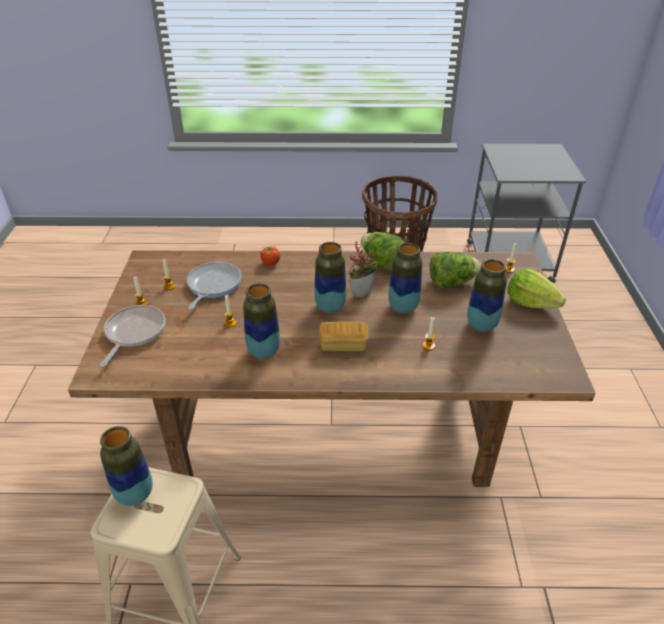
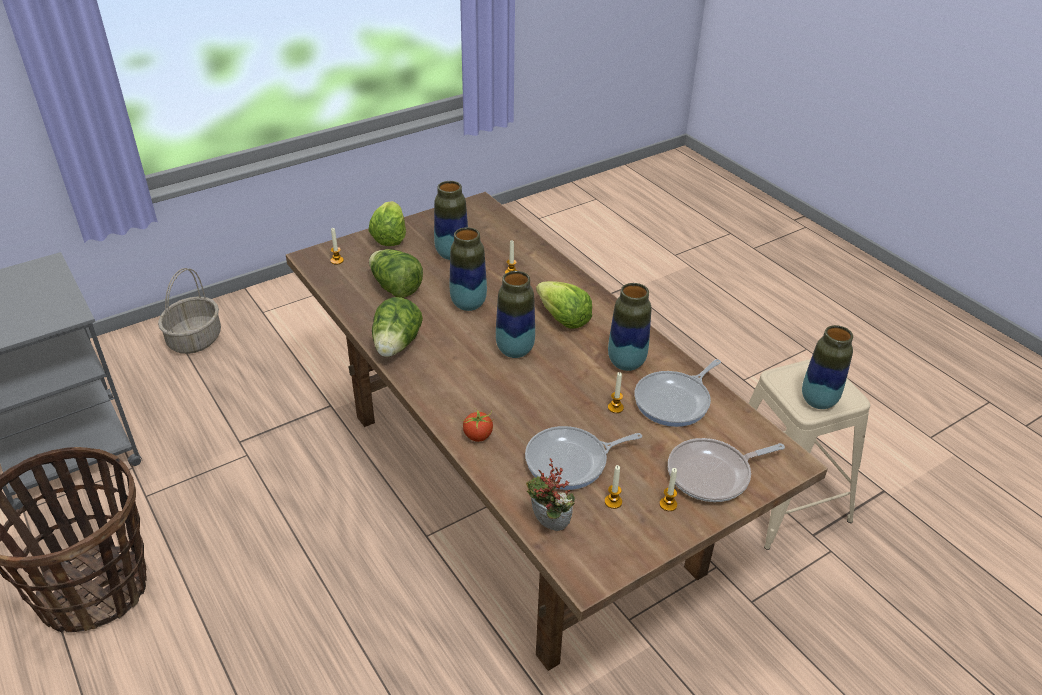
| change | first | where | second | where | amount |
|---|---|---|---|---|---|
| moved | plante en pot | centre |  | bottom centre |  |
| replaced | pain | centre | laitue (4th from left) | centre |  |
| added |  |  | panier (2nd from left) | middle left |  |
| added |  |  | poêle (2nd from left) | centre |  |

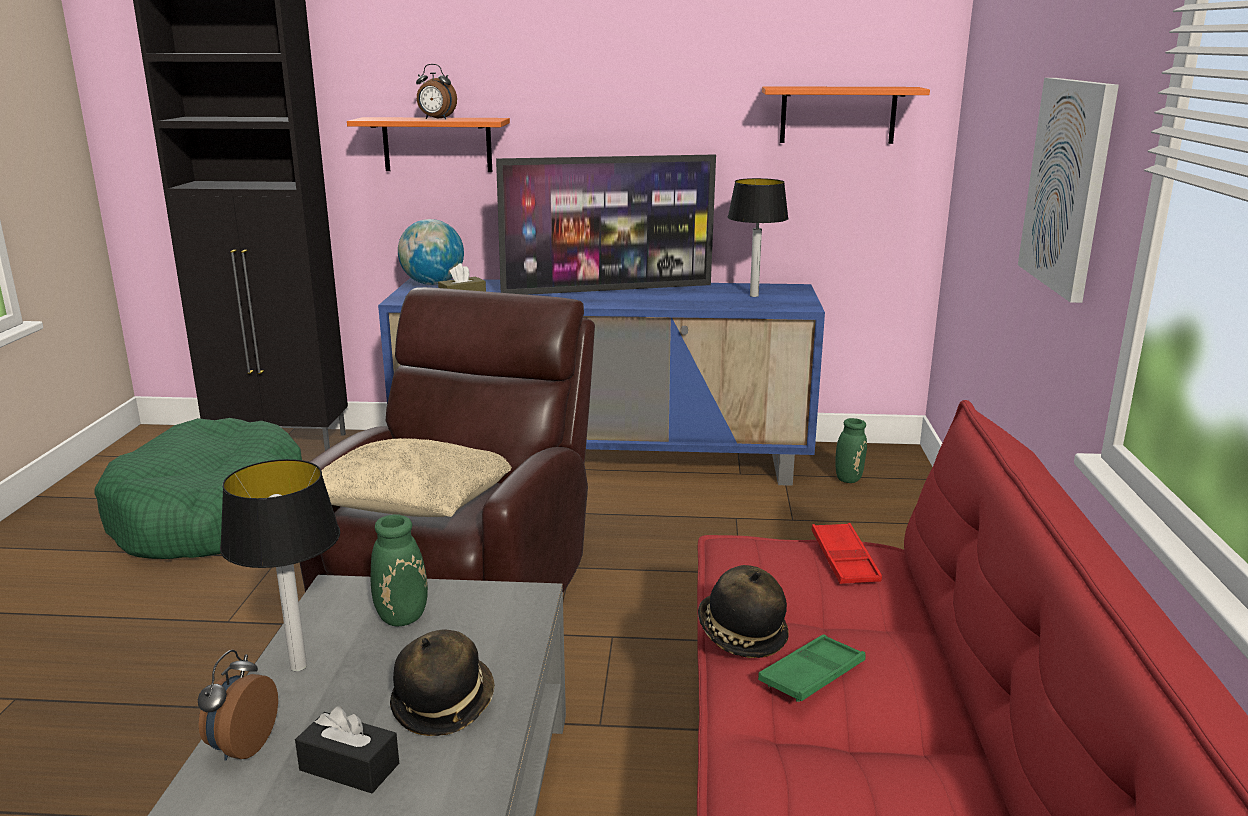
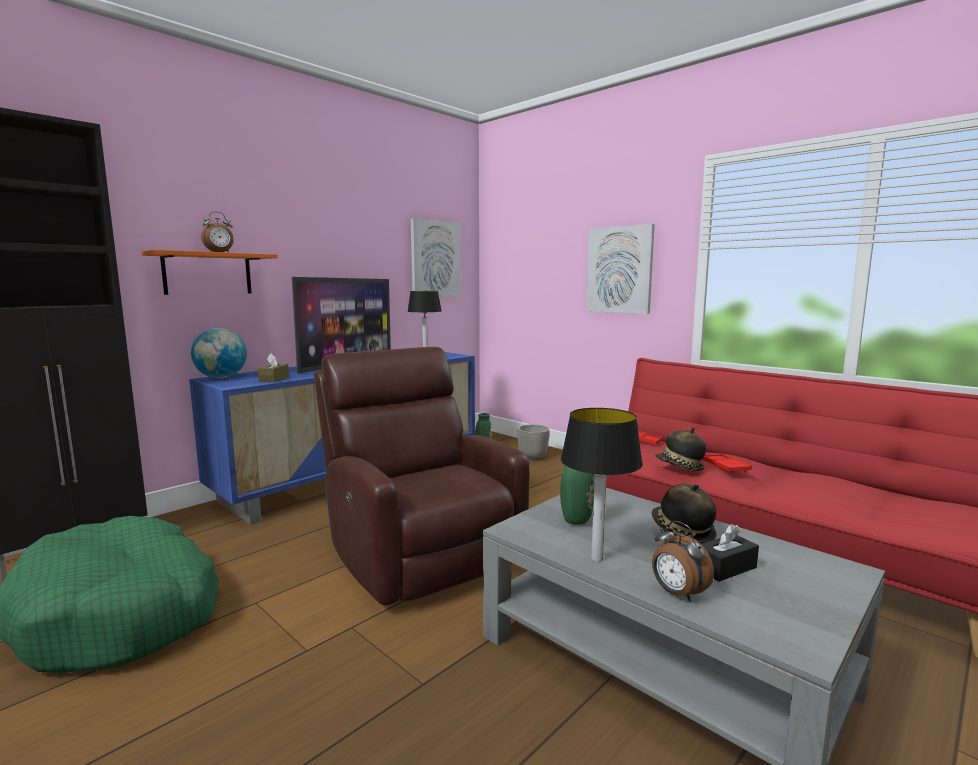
| change | first | where | second | where | amount |
|---|---|---|---|---|---|
| replaced | étagère/orange (2nd from left) | top right | tableau (1st from left) | centre |  |
| removed | coussin/beige | centre |  |  |  |
| recoloured | plateau/vert | bottom centre | plateau/rouge (2nd from left) | middle right |  |
| added |  |  | cache-pot | centre |  |

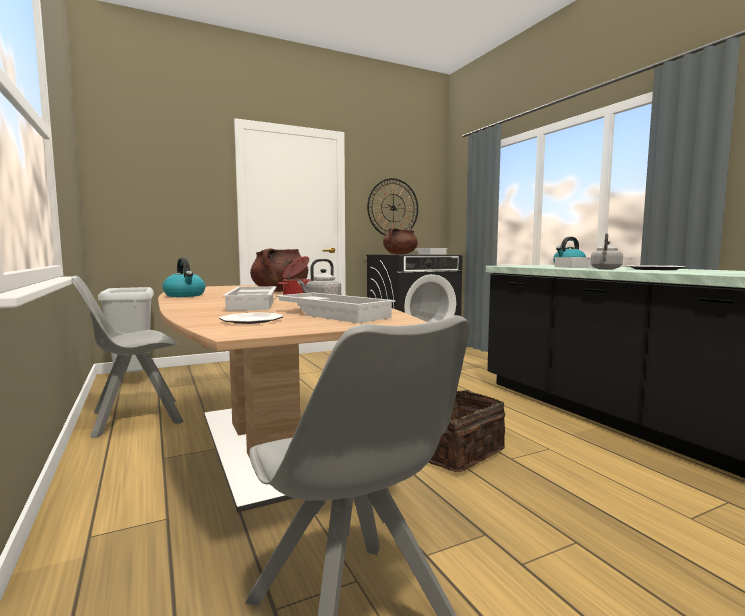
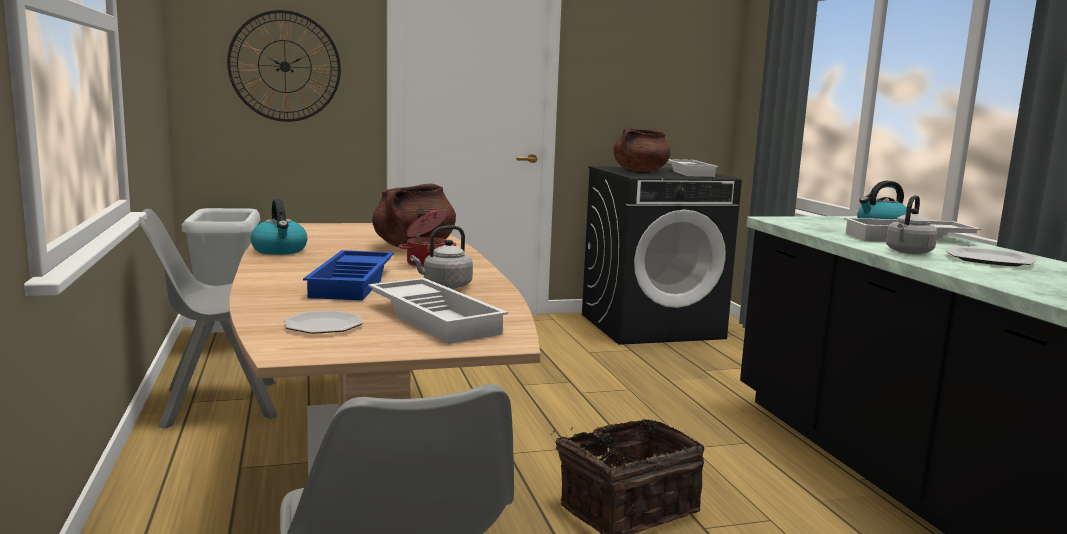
| change | first | where | second | where | amount |
|---|---|---|---|---|---|
| moved | horloge murale | centre |  | top left |  |
| recoloured | plateau/blanc (1st from left) | centre | plateau/bleu | middle left |  |

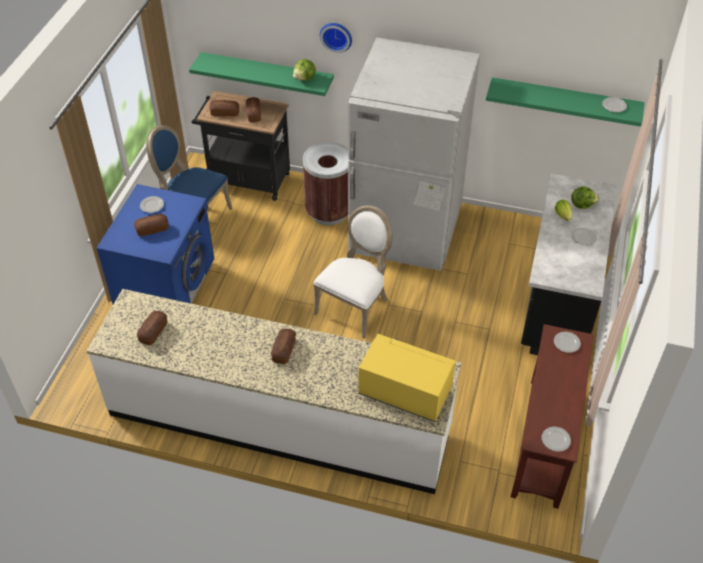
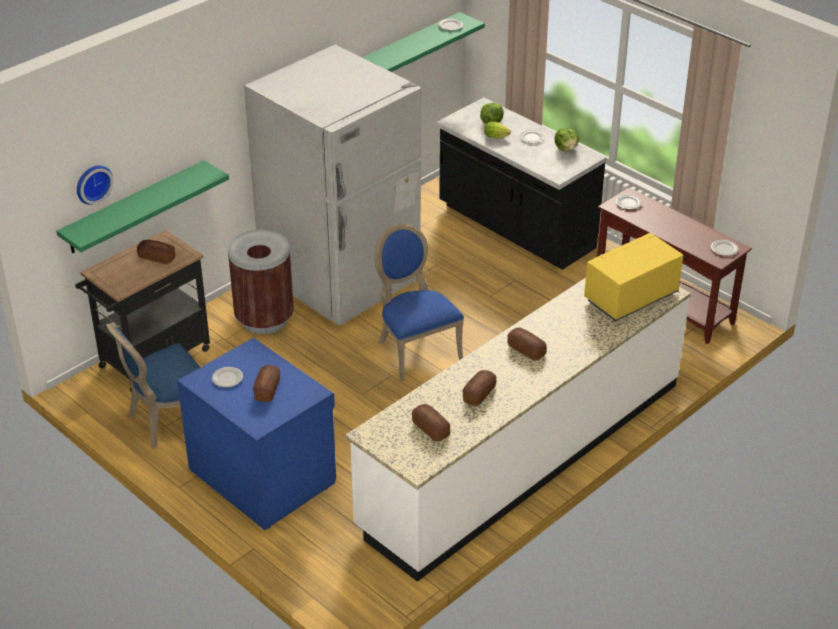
| change | first | where | second | where | amount |
|---|---|---|---|---|---|
| moved | horloge murale | top centre |  | top left |  |
| moved | laitue (1st from left in the first image) | top centre | laitue (3rd from left) | top right |  |
| moved | pain (3rd from left in the first image) | top left | pain (4th from left) | centre |  |
| recoloured | chaise/blanc | centre | chaise/bleu (2nd from left) | centre |  |

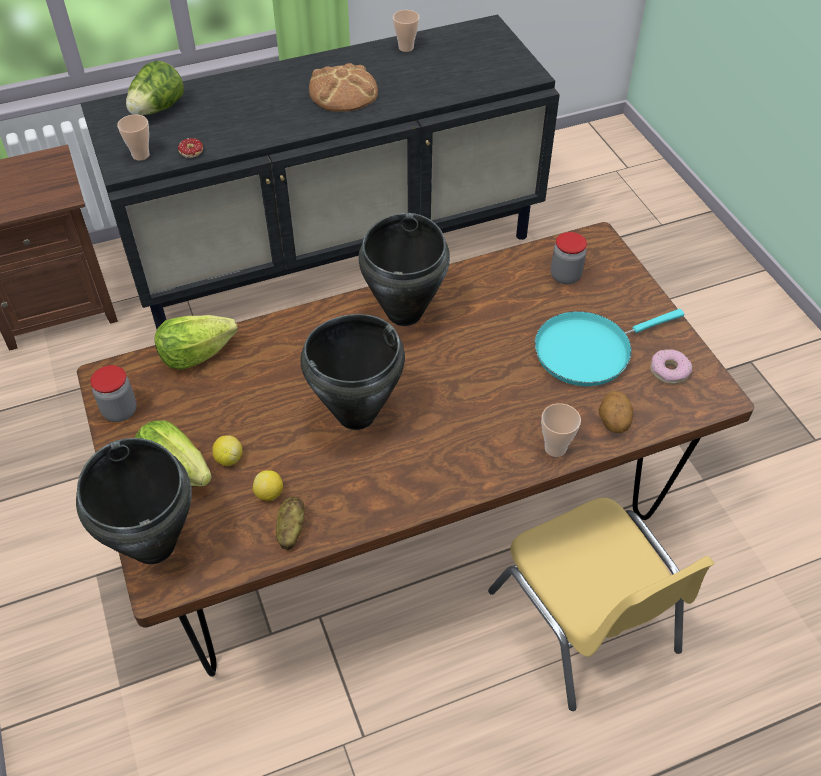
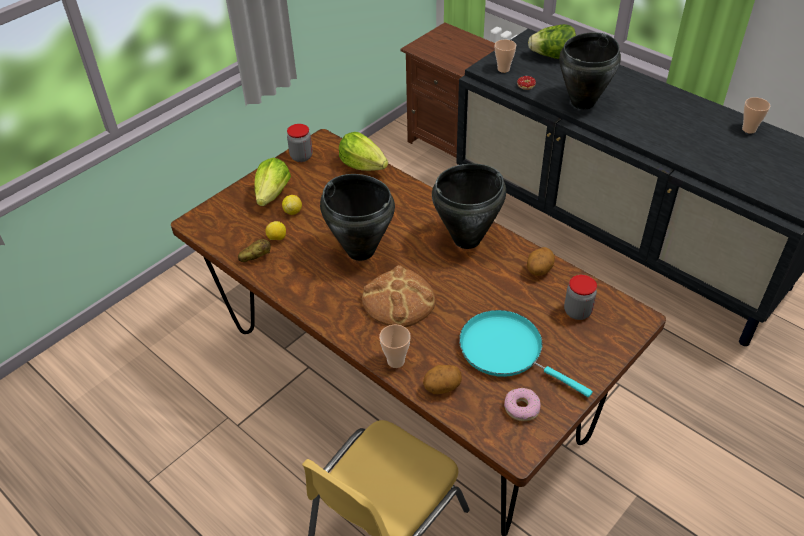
| change | first | where | second | where | amount |
|---|---|---|---|---|---|
| moved | pain | top centre |  | centre |  |
| moved | marmite/noir (1st from left in the first image) | middle left | marmite/noir (3rd from left) | top right |  |
| added |  |  | pomme de terre (3rd from left) | middle right |  |

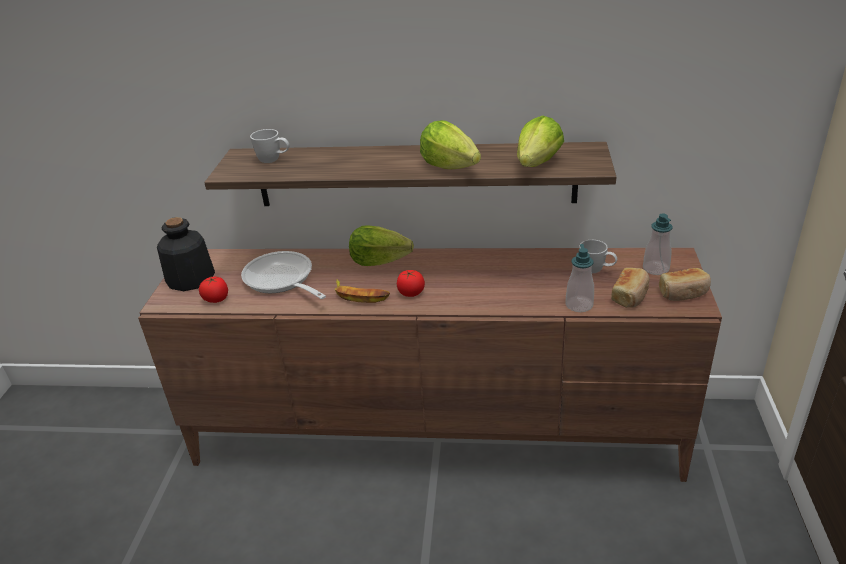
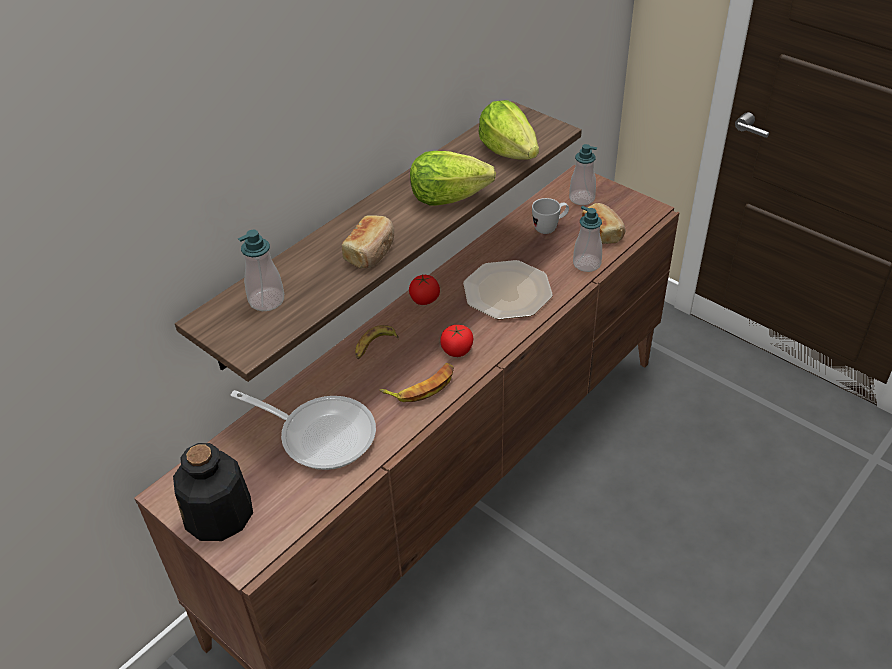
| change | first | where | second | where | amount |
|---|---|---|---|---|---|
| replaced | mug/blanc (1st from left) | top left | distributeur de savon (1st from left) | middle left |  |
| replaced | laitue (1st from left) | centre | banane (1st from left) | centre |  |
| turned | poêle | centre |  | centre | 150 degrees counterclockwise |
| moved | pain (2nd from left in the first image) | middle right | pain (1st from left) | centre |  |
| moved | tomate (1st from left) | middle left |  | centre |  |
| added |  |  | assiette | centre |  |

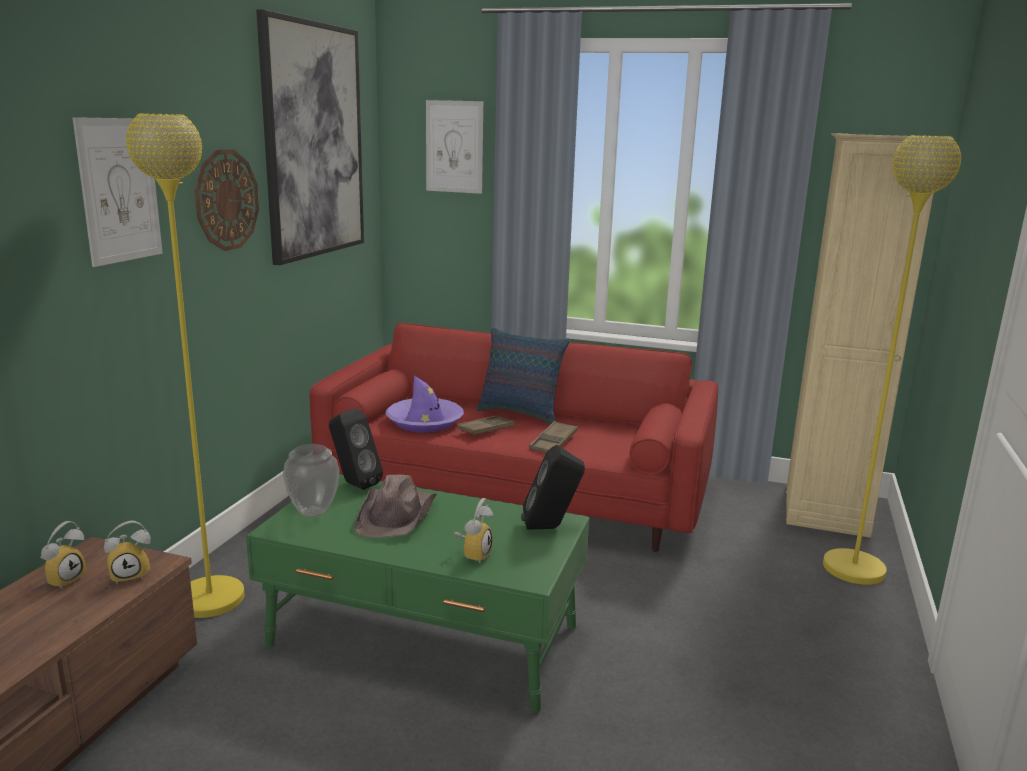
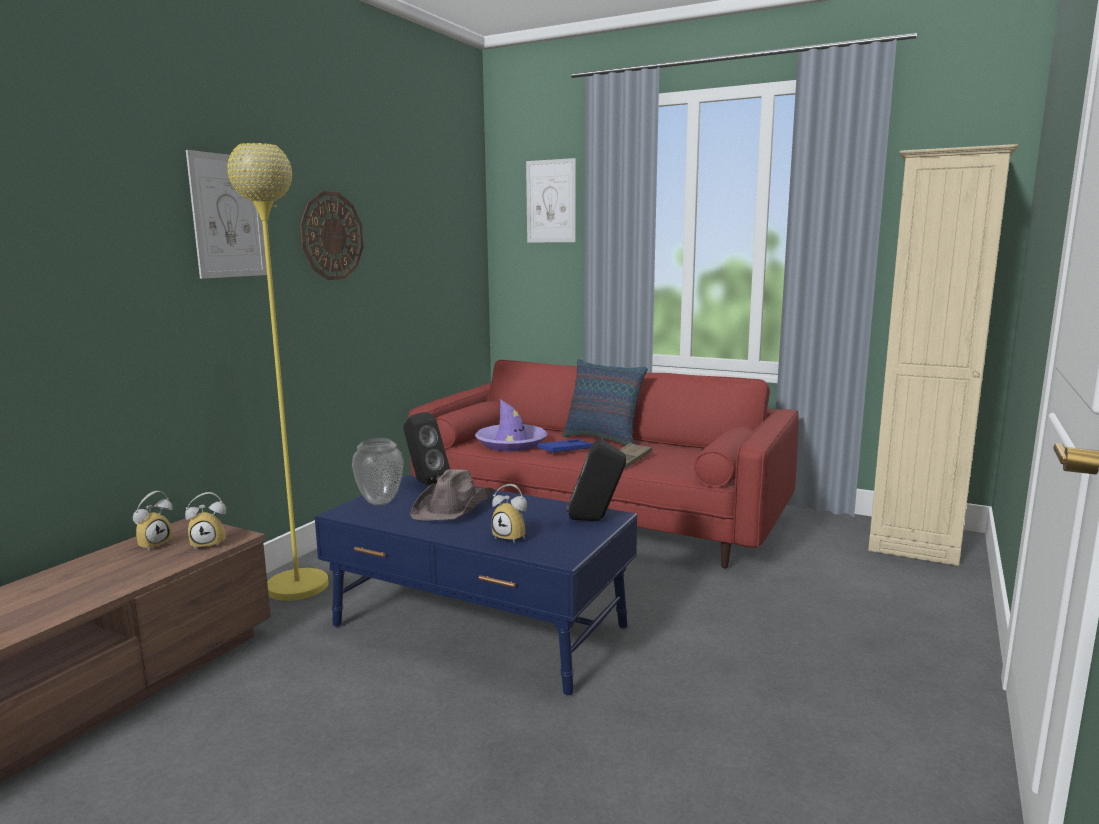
| change | first | where | second | where | amount |
|---|---|---|---|---|---|
| removed | tableau (2nd from left) | top left |  |  |  |
| removed | lampadaire/jaune (2nd from left) | middle right |  |  |  |
| recoloured | plateau/marron (1st from left) | centre | plateau/bleu | centre |  |
| recoloured | table basse/vert | bottom centre | table basse/bleu | bottom centre |  |
| turned | réveil (3rd from left) | bottom centre |  | centre | 90 degrees clockwise |

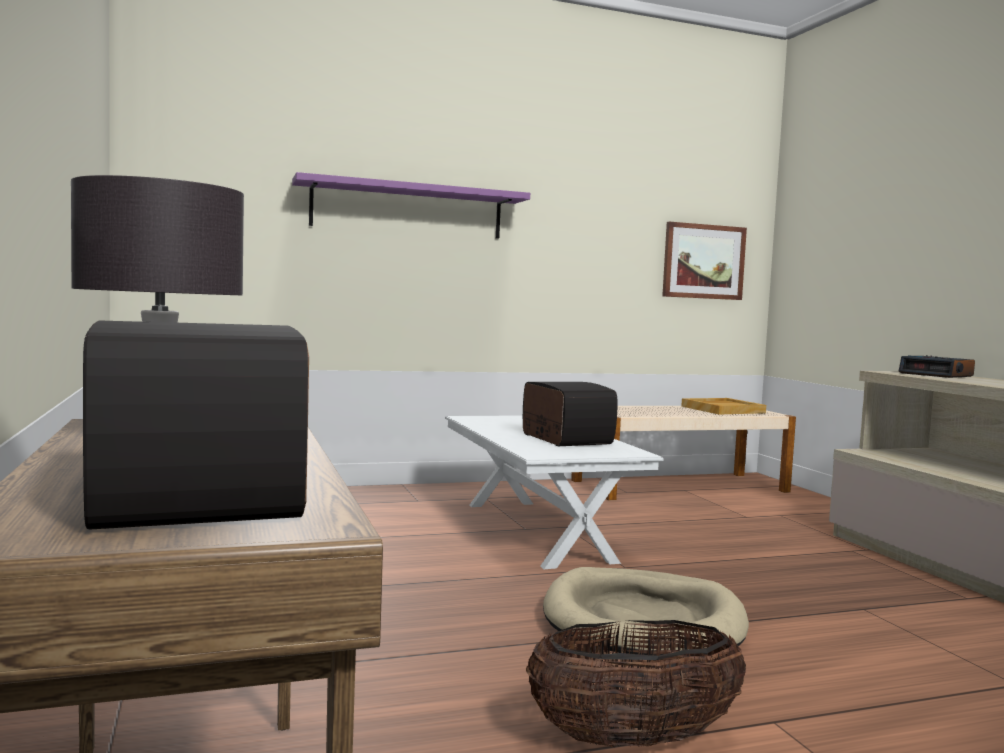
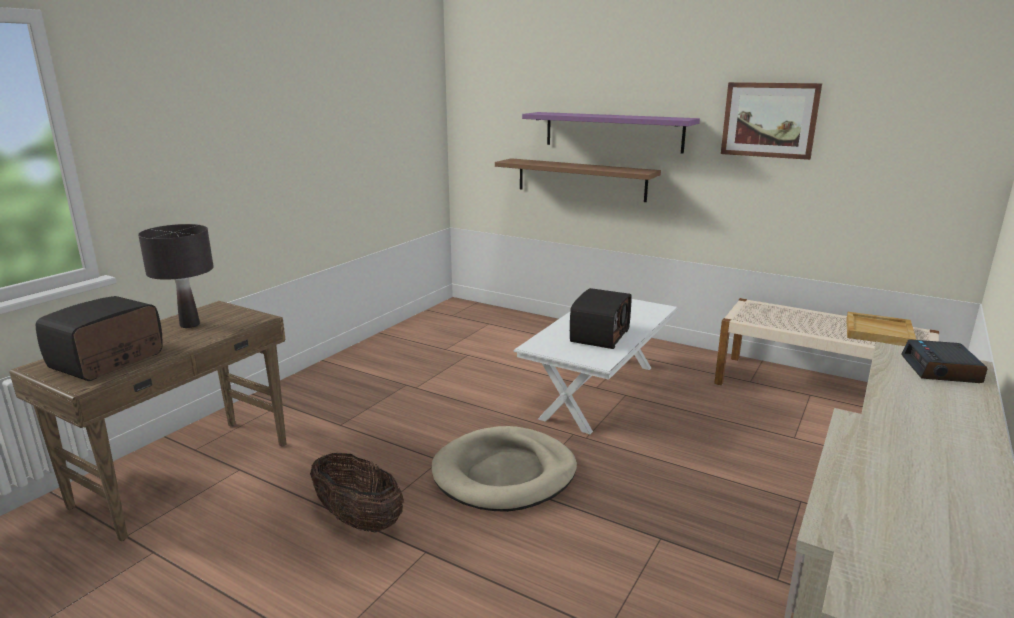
| change | first | where | second | where | amount |
|---|---|---|---|---|---|
| moved | tableau | middle right |  | top right |  |
| added |  |  | étagère/marron | top centre |  |

